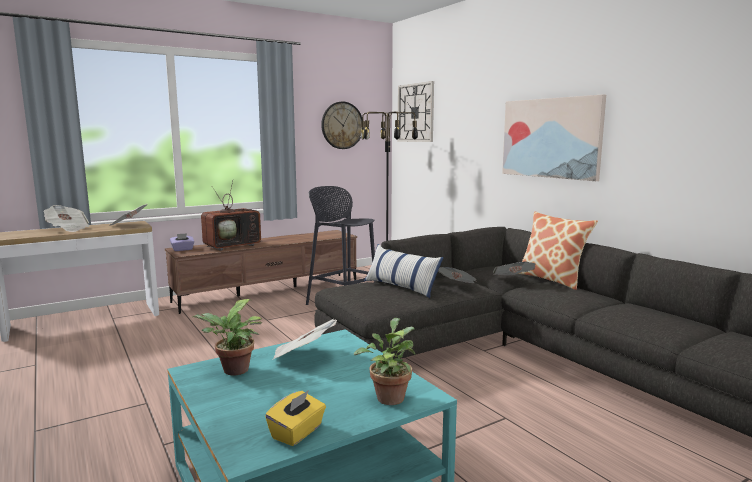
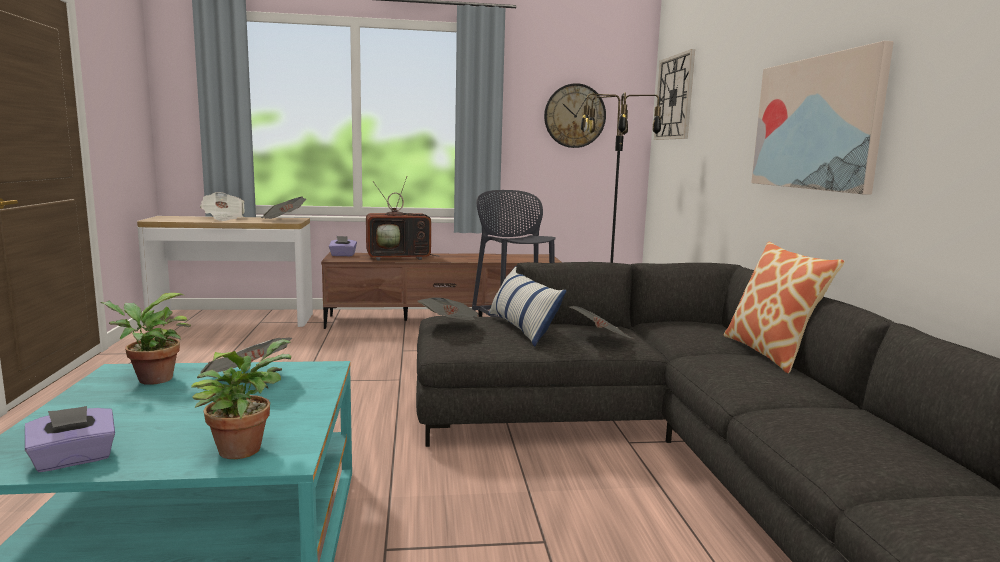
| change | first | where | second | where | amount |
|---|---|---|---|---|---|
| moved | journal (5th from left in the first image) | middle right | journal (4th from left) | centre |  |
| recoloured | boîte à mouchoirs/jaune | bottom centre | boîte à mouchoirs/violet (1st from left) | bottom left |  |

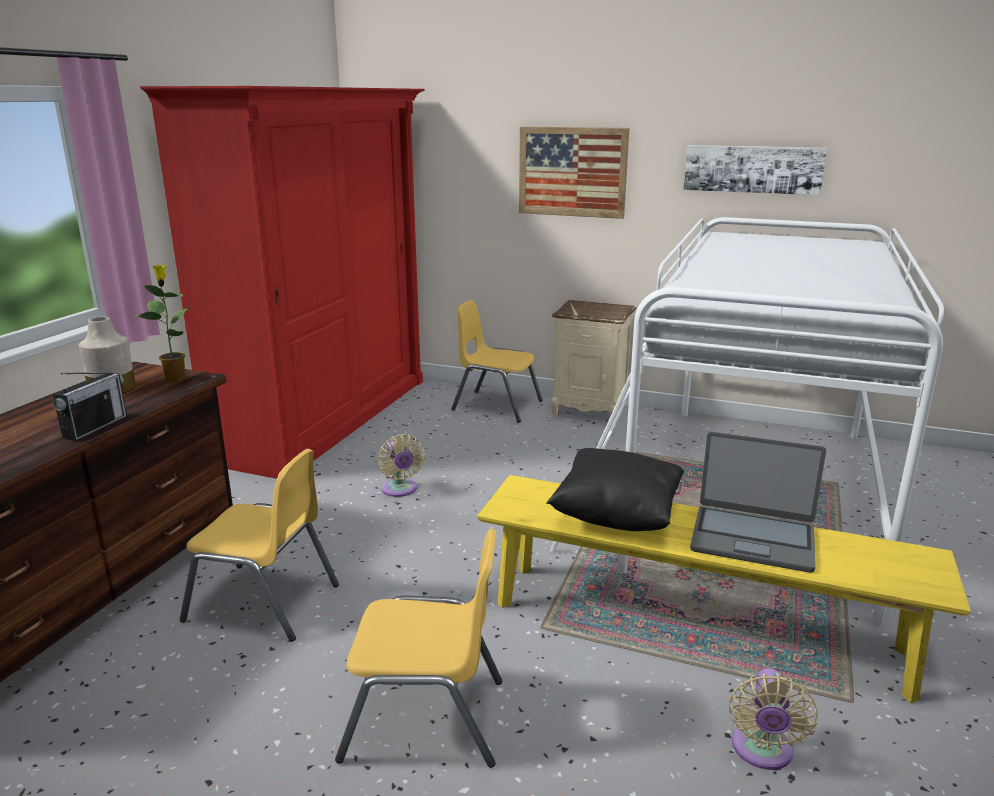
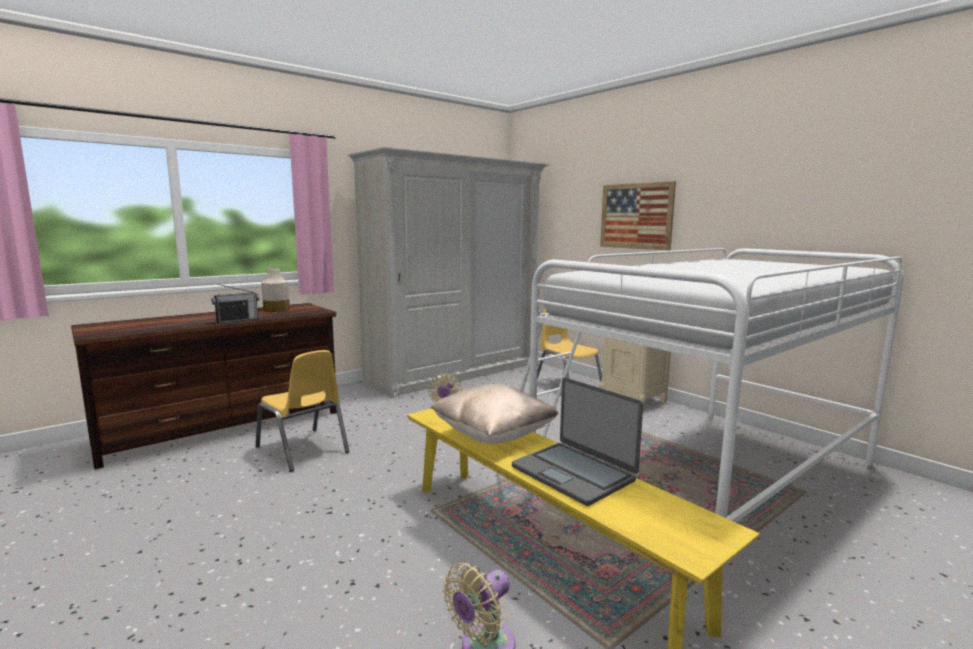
| change | first | where | second | where | amount |
|---|---|---|---|---|---|
| recoloured | armoire/rouge | middle left | armoire/blanc | centre |  |
| removed | tableau (2nd from left) | top right |  |  |  |
| removed | plante en pot | middle left |  |  |  |
| recoloured | coussin/noir | centre | coussin/beige | centre |  |
| removed | chaise/jaune (2nd from left) | bottom centre |  |  |  |

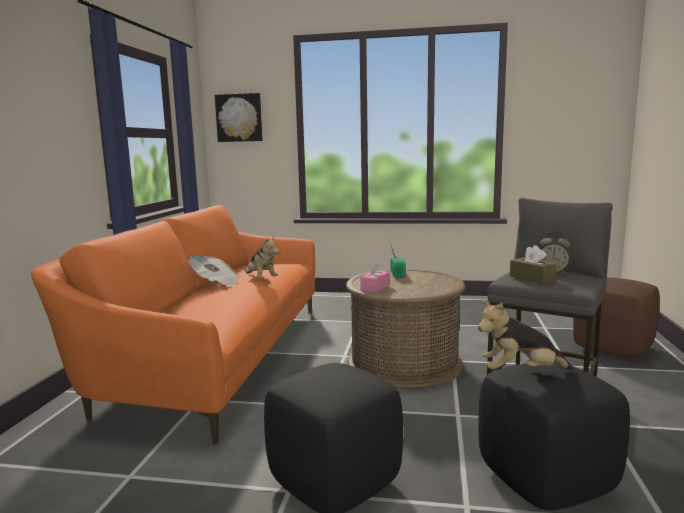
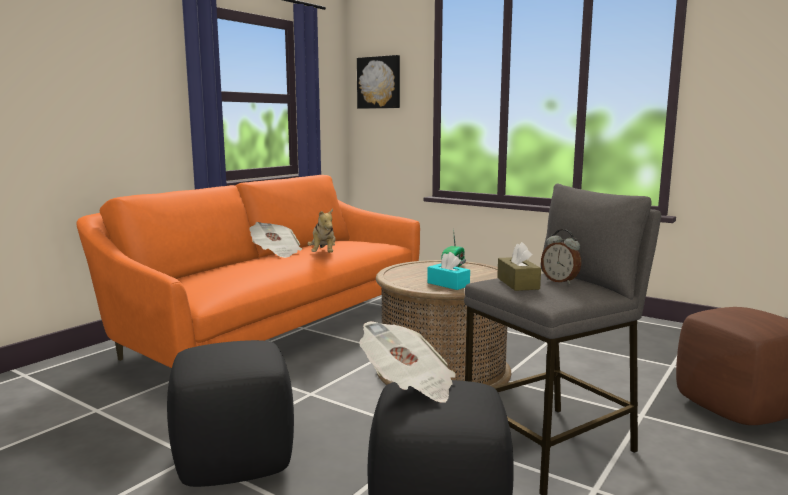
| change | first | where | second | where | amount |
|---|---|---|---|---|---|
| removed | boîte à mouchoirs/rose | centre |  |  |  |
| replaced | peluche (2nd from left) | middle right | journal (2nd from left) | bottom centre |  |
| added |  |  | boîte à mouchoirs/turquoise | centre |  |

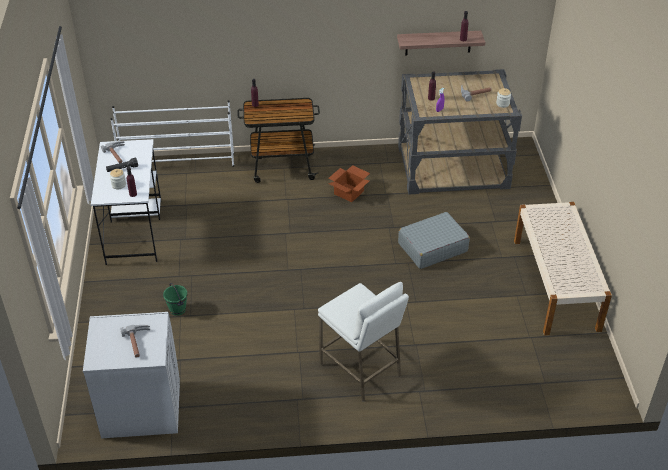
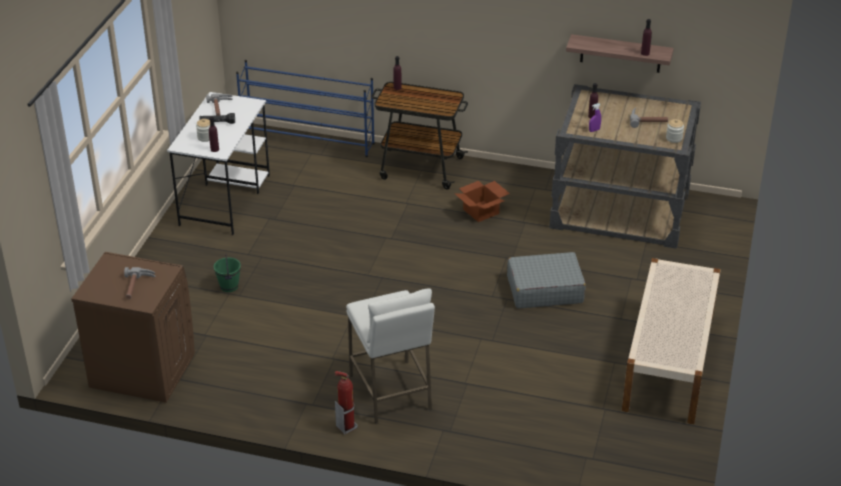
| change | first | where | second | where | amount |
|---|---|---|---|---|---|
| recoloured | étagère à chaussures/blanc | top left | étagère à chaussures/bleu | top centre |  |
| recoloured | lave-linge/blanc | bottom left | lave-linge/marron | bottom left |  |
| added |  |  | extincteur | bottom centre |  |

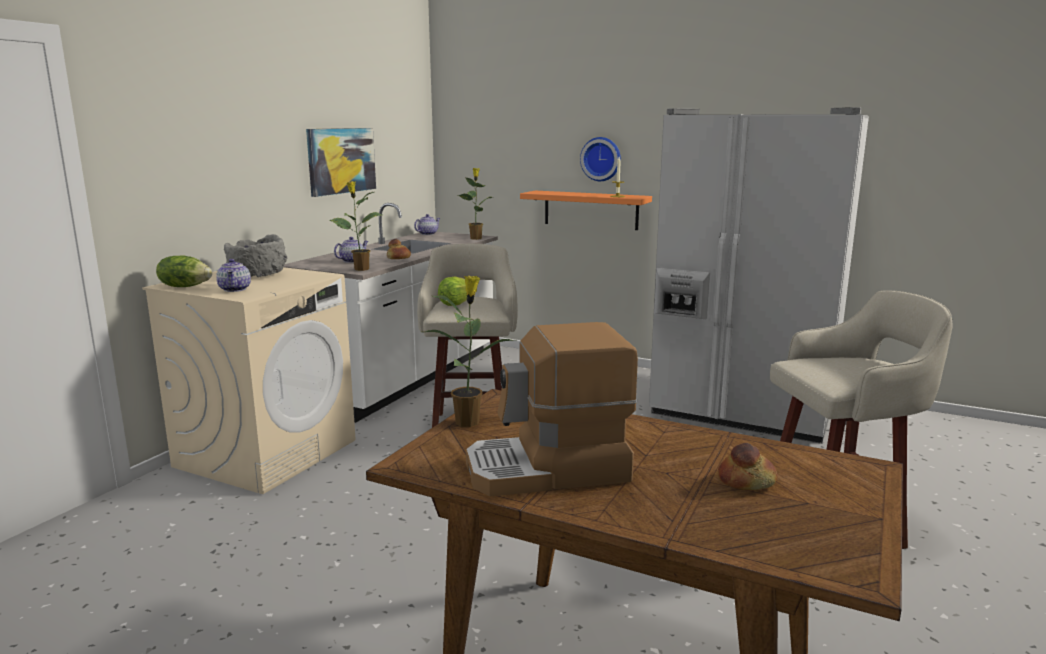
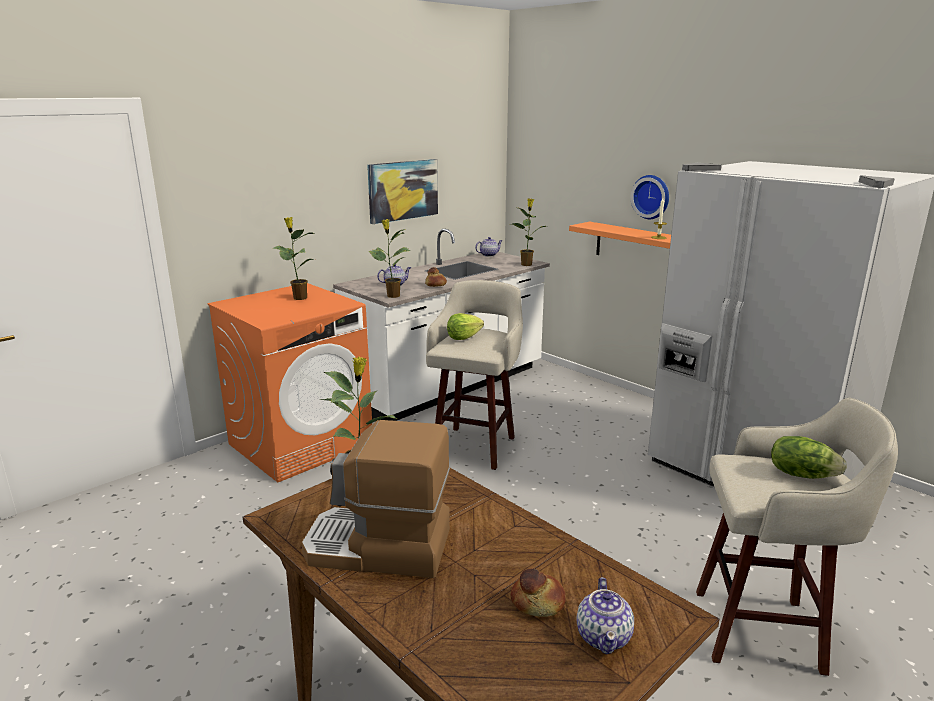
| change | first | where | second | where | amount |
|---|---|---|---|---|---|
| replaced | bol/gris | middle left | plante en pot (1st from left) | middle left |  |
| moved | laitue (1st from left in the first image) | middle left | laitue (2nd from left) | middle right |  |
| moved | théière (1st from left in the first image) | middle left | théière (3rd from left) | bottom centre |  |
| recoloured | lave-linge/beige | middle left | lave-linge/orange | middle left |  |

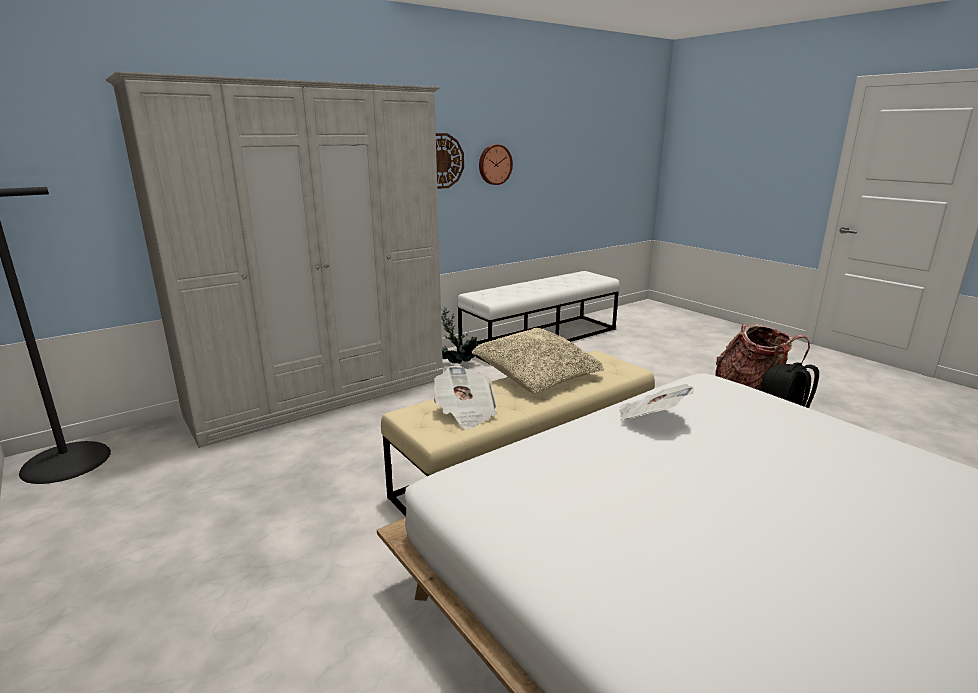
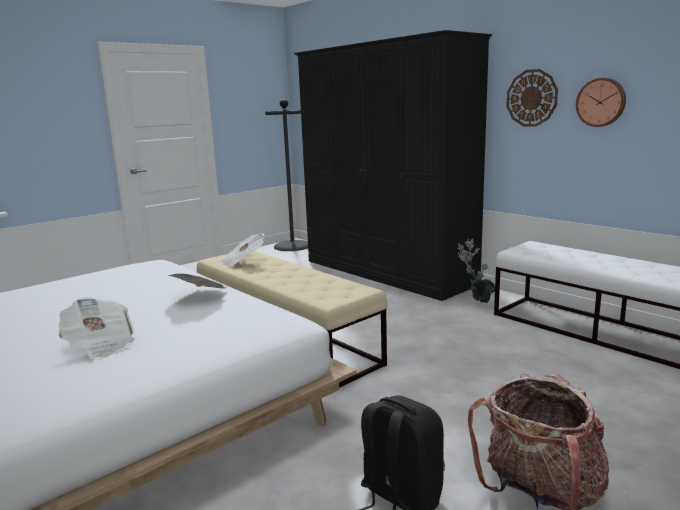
| change | first | where | second | where | amount |
|---|---|---|---|---|---|
| recoloured | armoire/blanc | middle left | armoire/noir | top centre |  |
| removed | coussin/beige | centre |  |  |  |
| added |  |  | journal (1st from left) | middle left |  |

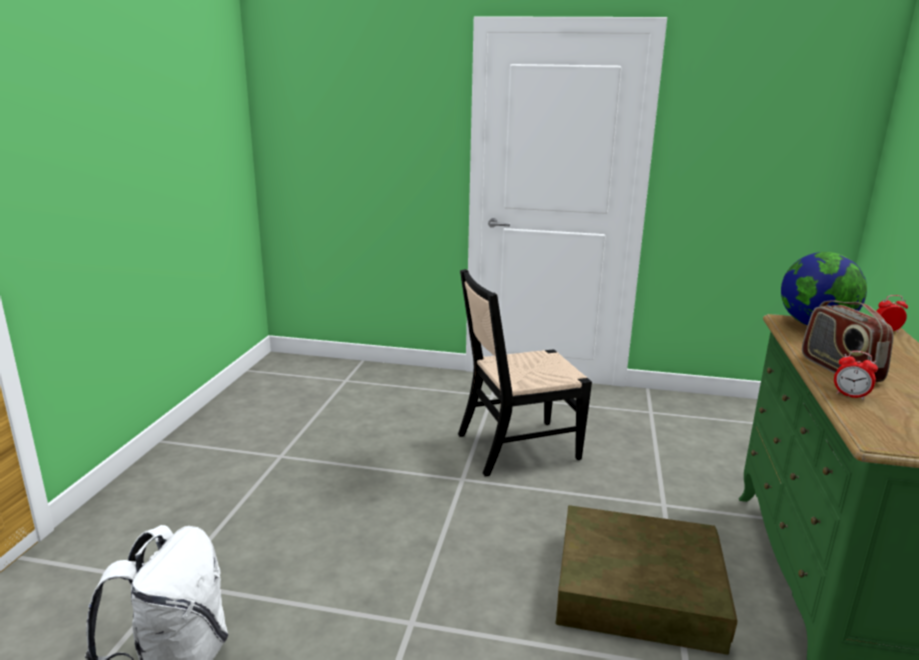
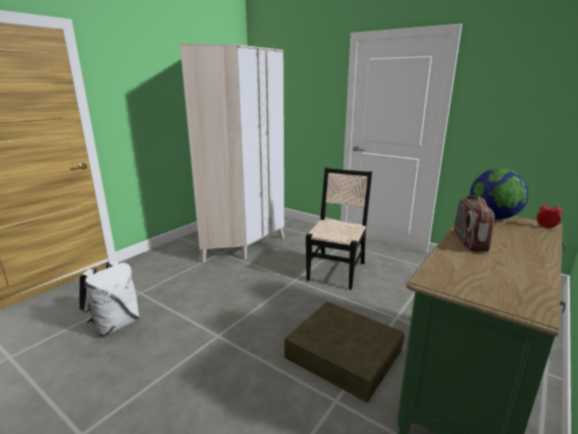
| change | first | where | second | where | amount |
|---|---|---|---|---|---|
| turned | chaise | centre |  | centre | 105 degrees clockwise |
| removed | réveil (1st from left) | middle right |  |  |  |
| added |  |  | armoire/beige | centre |  |

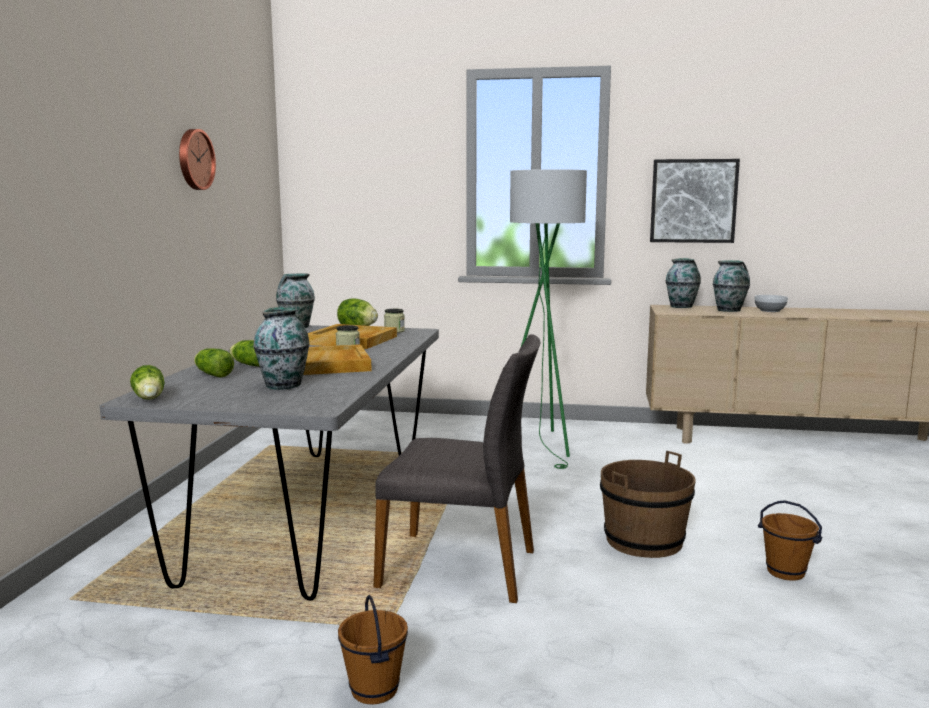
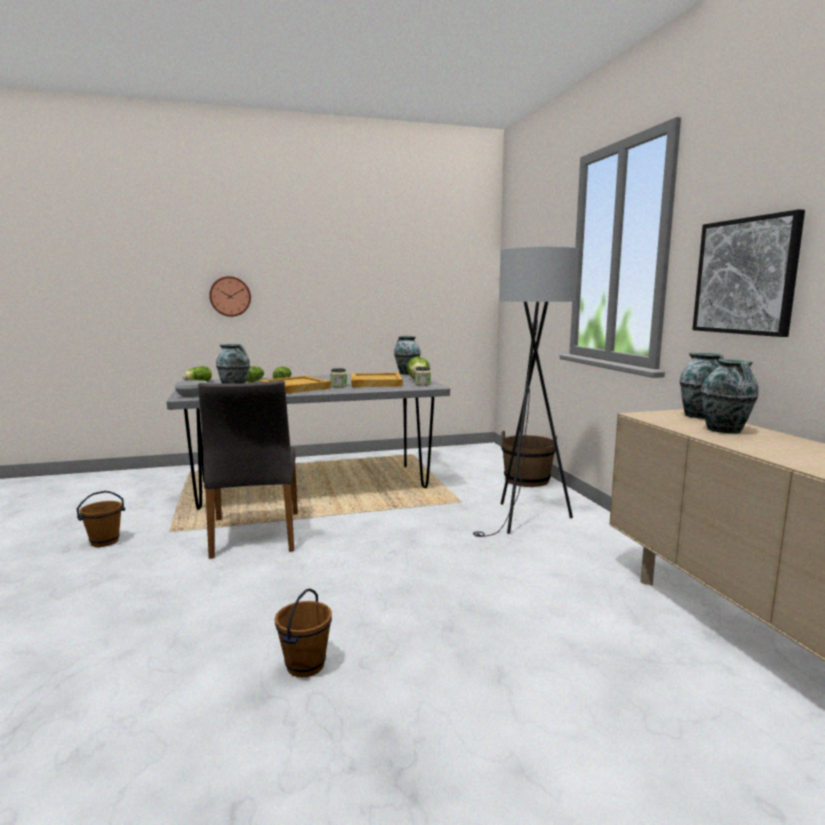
| change | first | where | second | where | amount |
|---|---|---|---|---|---|
| moved | horloge murale | top left |  | middle left |  |
| recoloured | lampadaire/vert | centre | lampadaire/gris | centre |  |
| moved | bol | middle right |  | middle left |  |
| moved | seau/marron (2nd from left in the first image) | bottom right | seau/marron (3rd from left) | centre |  |

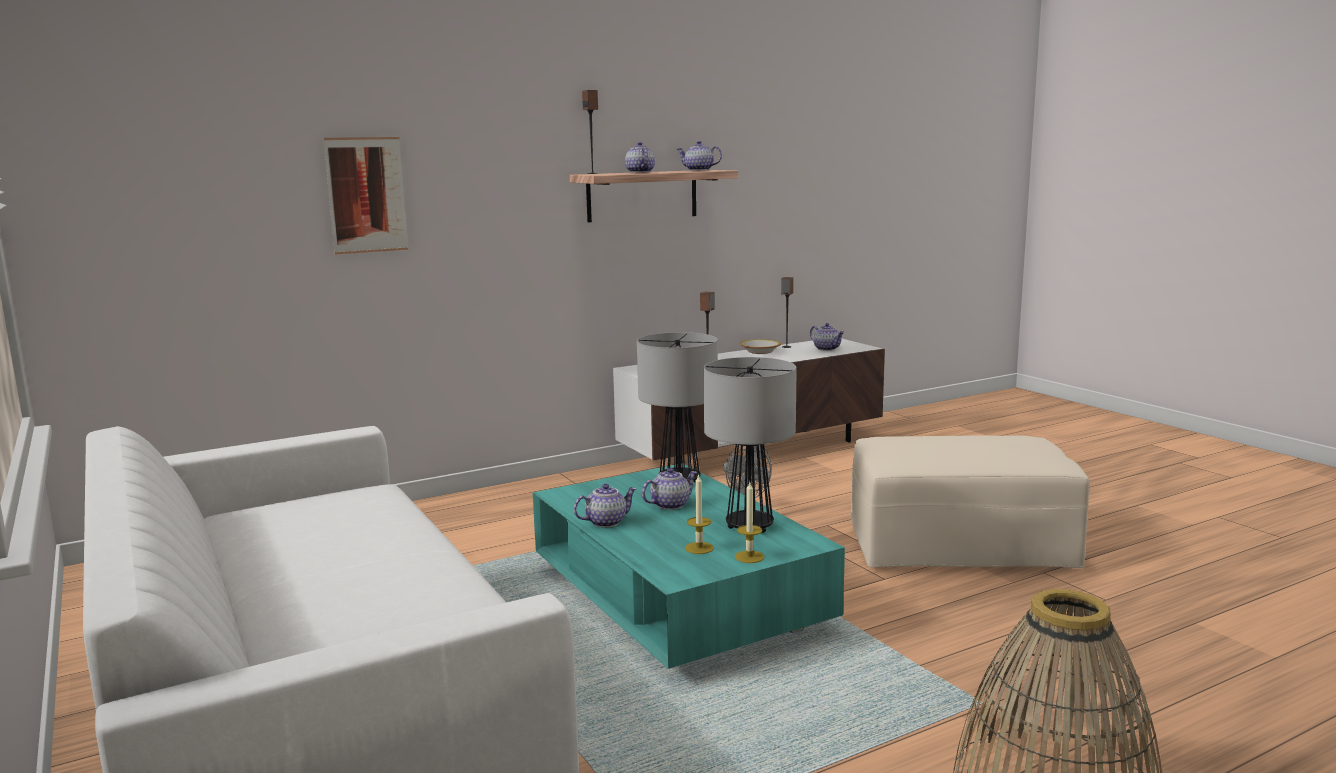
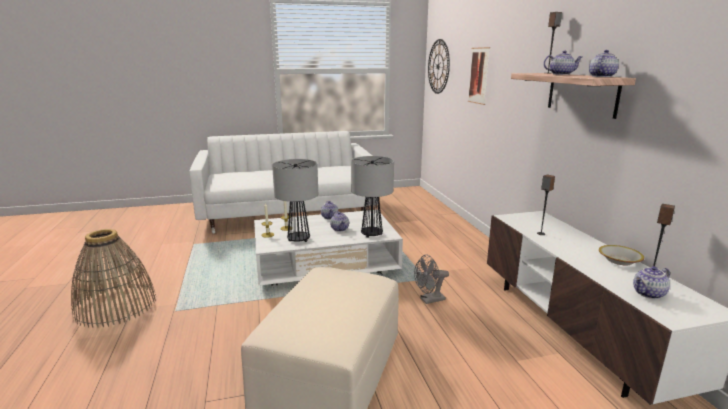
| change | first | where | second | where | amount |
|---|---|---|---|---|---|
| recoloured | table basse/turquoise | bottom centre | table basse/blanc | centre |  |
| added |  |  | horloge murale | top centre |  |

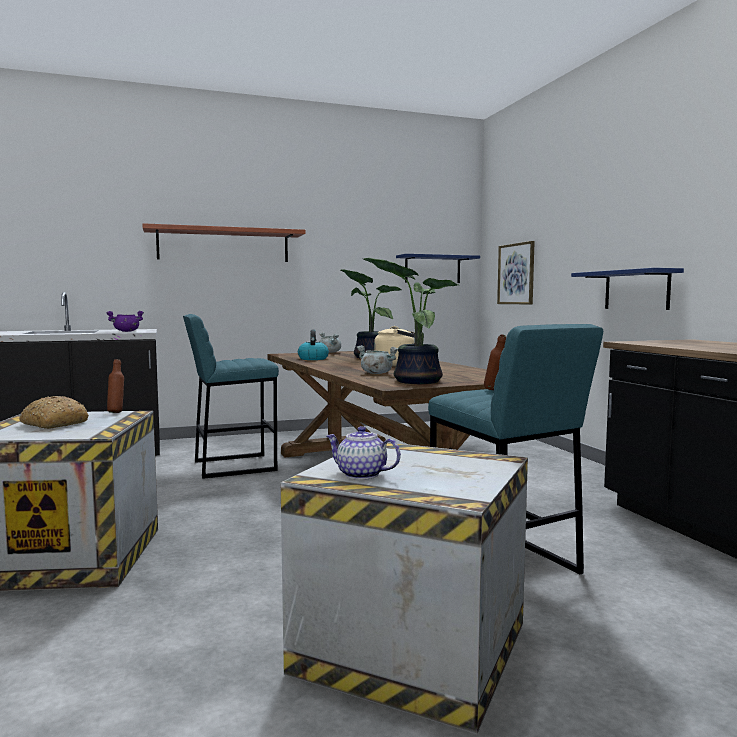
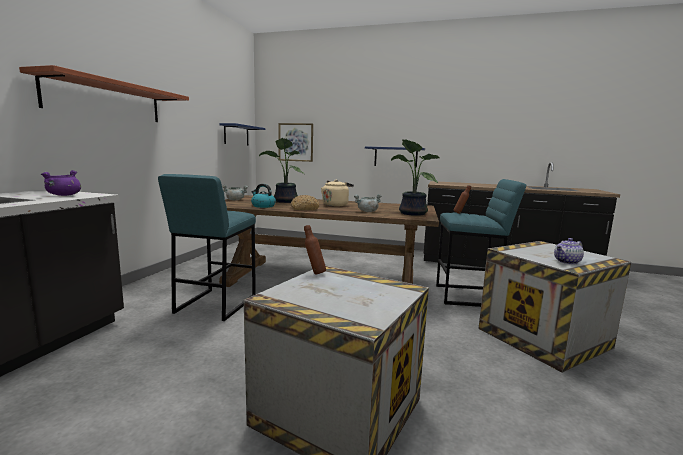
| change | first | where | second | where | amount |
|---|---|---|---|---|---|
| moved | pain | middle left |  | centre |  |

